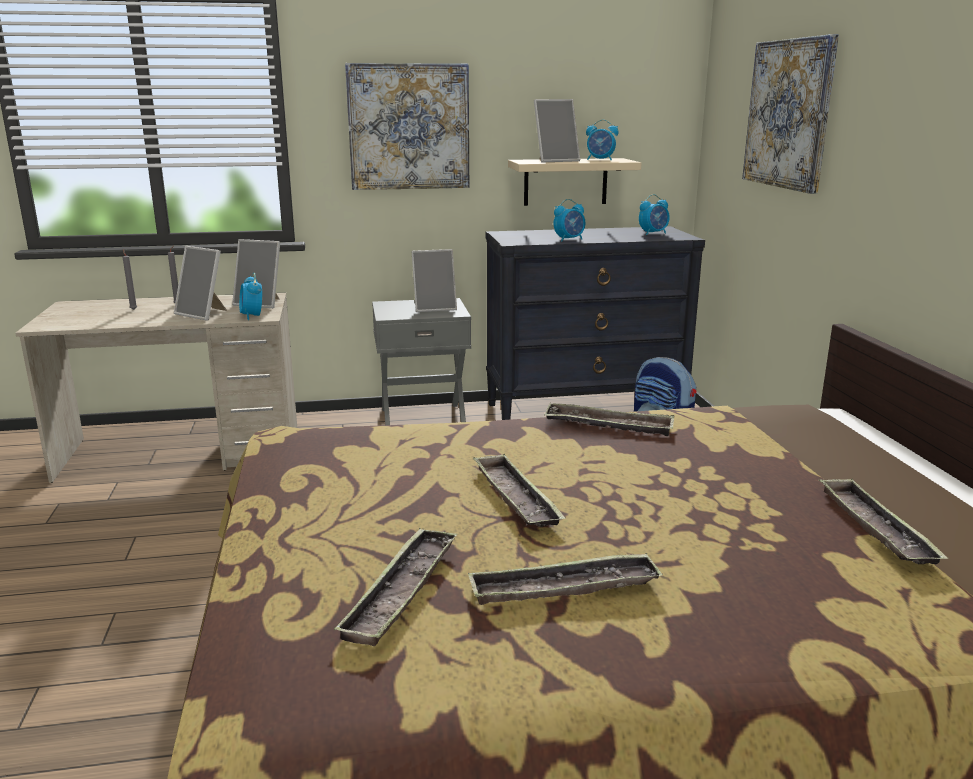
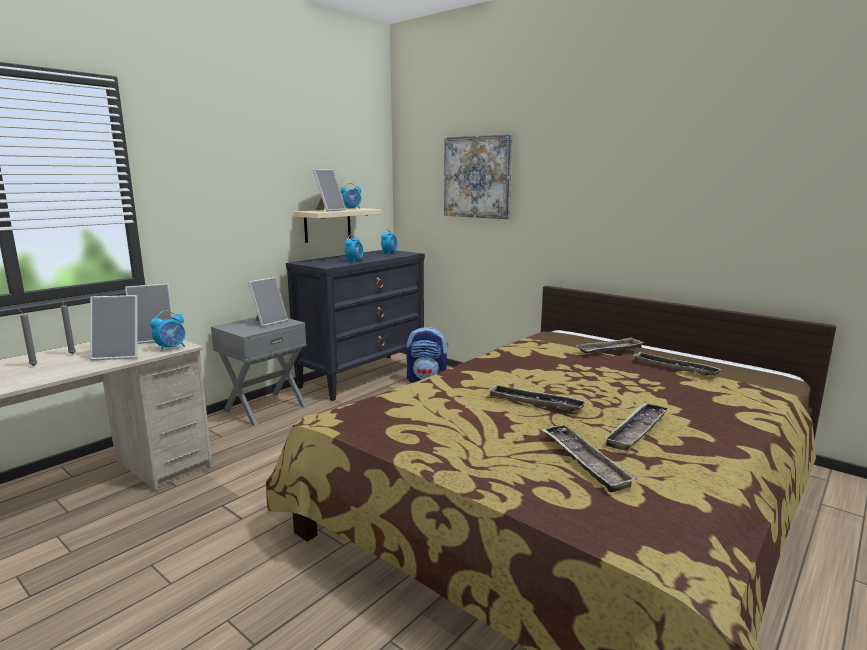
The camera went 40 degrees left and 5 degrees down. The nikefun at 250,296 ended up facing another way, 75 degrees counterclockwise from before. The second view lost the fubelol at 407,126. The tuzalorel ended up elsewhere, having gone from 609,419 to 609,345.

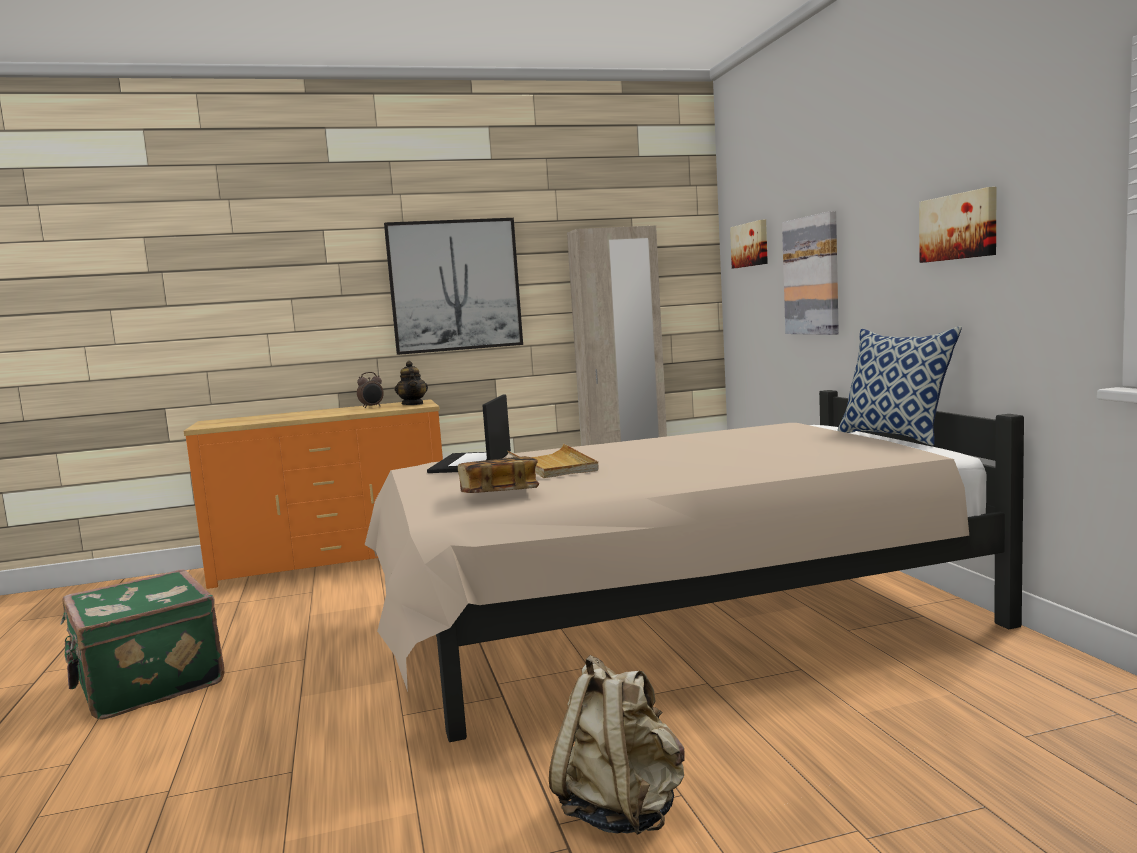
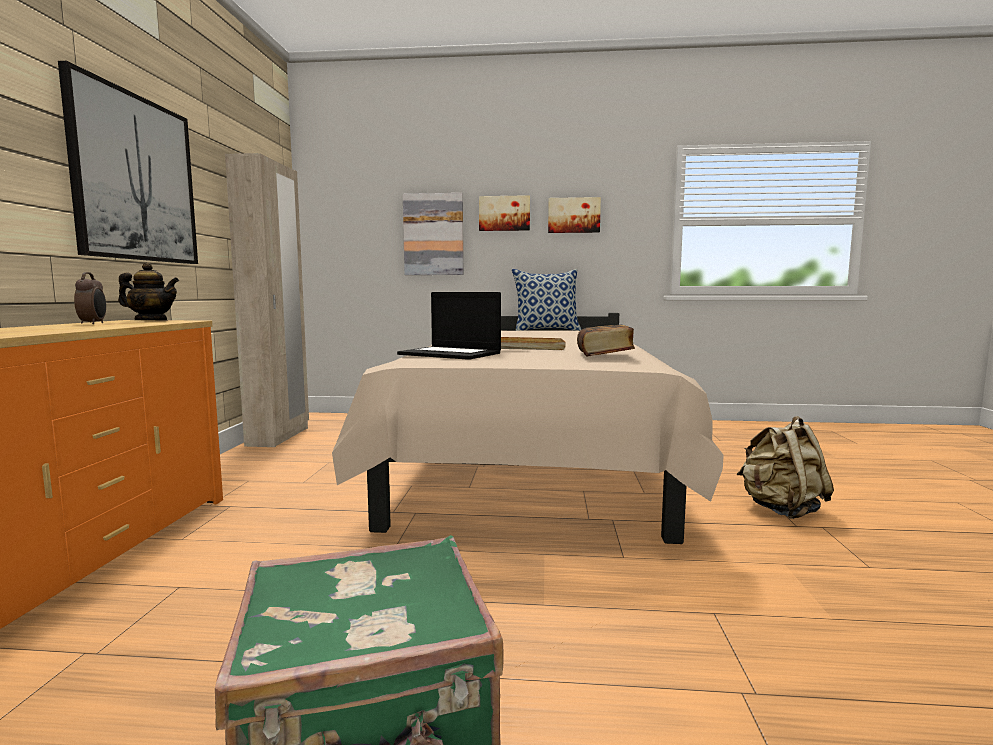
The camera went 70 degrees left and 0 degrees up. The fubelol ended up elsewhere, having gone from 749,244 to 504,213.

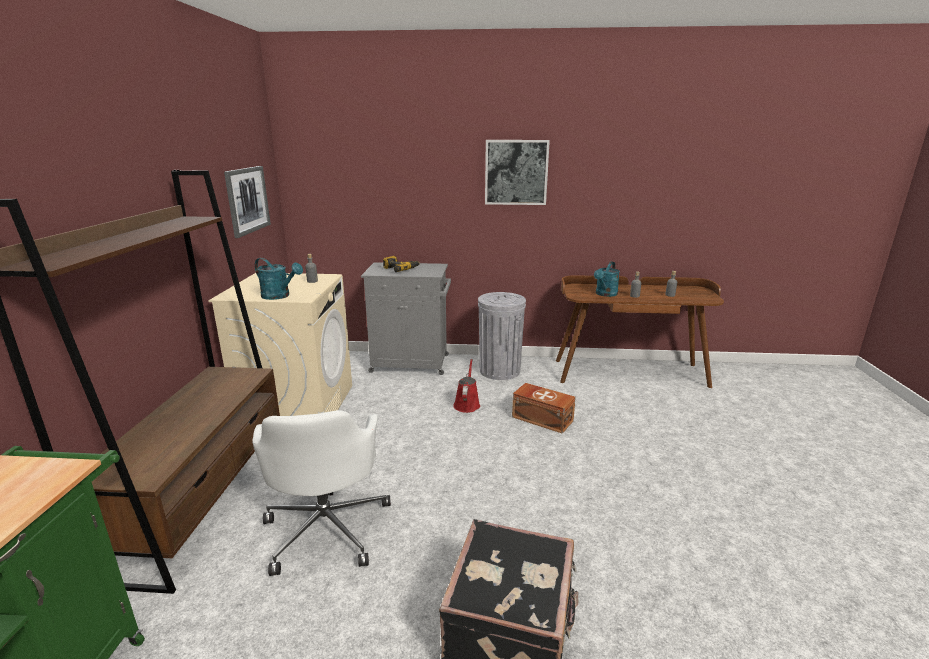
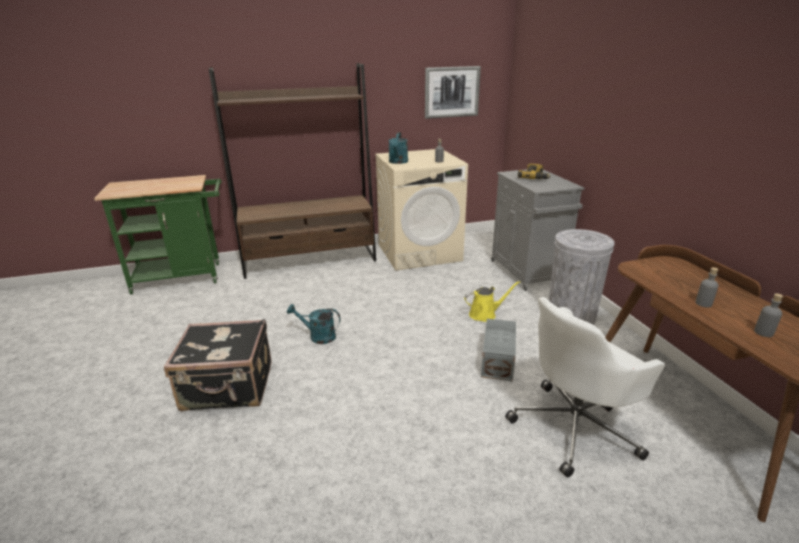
The camera went 70 degrees right and 5 degrees up. The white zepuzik ended up elsewhere, having gone from 321,493 to 585,387. What was the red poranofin at 466,386 turned into the yellow poranofin at 492,301. The second view lost the fubelol at 517,172. What was the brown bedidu at 544,408 turned into the grey bedidu at 498,350. The turquoise poranofin ended up elsewhere, having gone from 607,279 to 314,324.

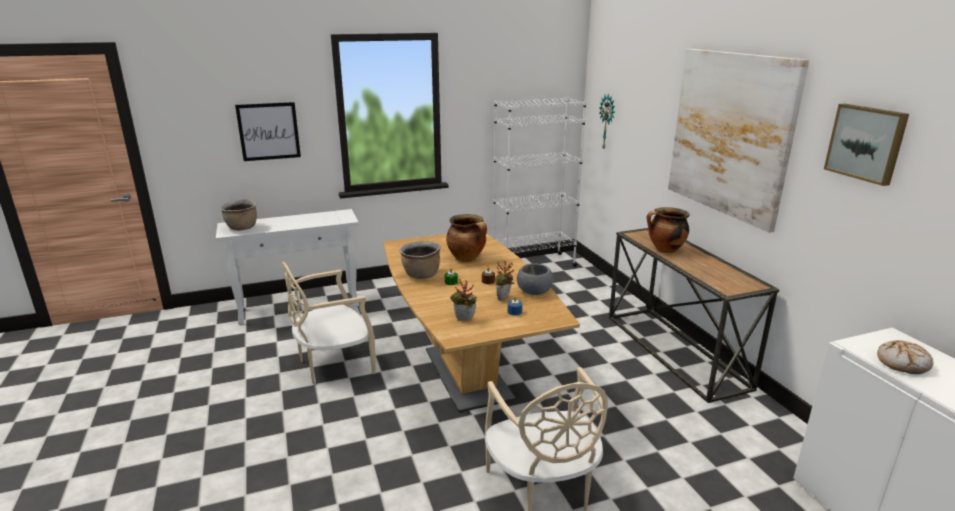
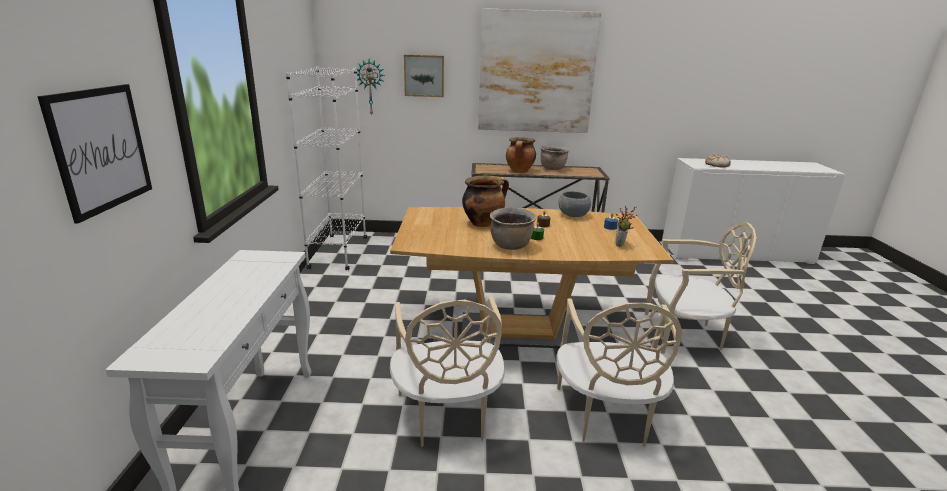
The camera went 70 degrees left and 0 degrees up. The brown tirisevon ended up elsewhere, having gone from 238,215 to 555,157. The second view lost the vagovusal at 505,281. The fubelol ended up elsewhere, having gone from 866,145 to 424,76. The second view gained the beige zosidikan at 619,373.

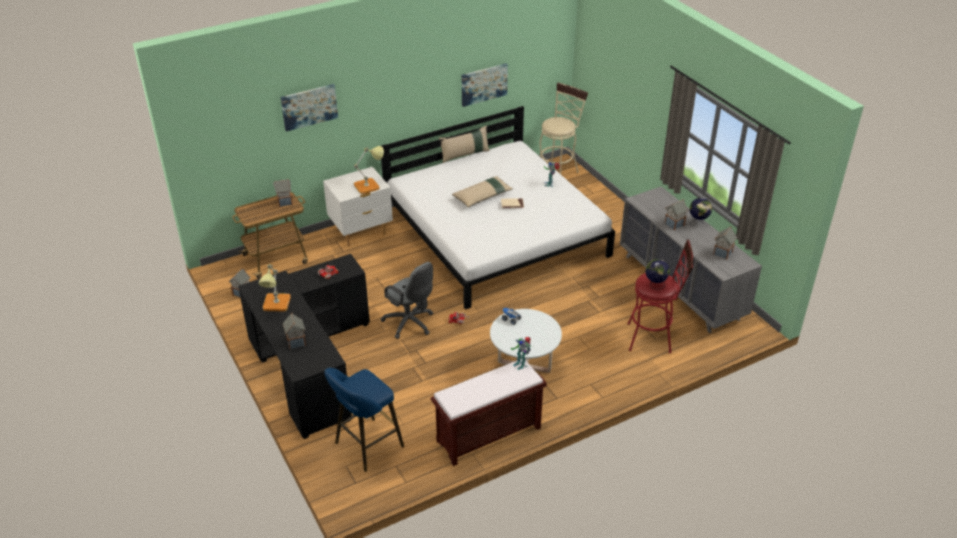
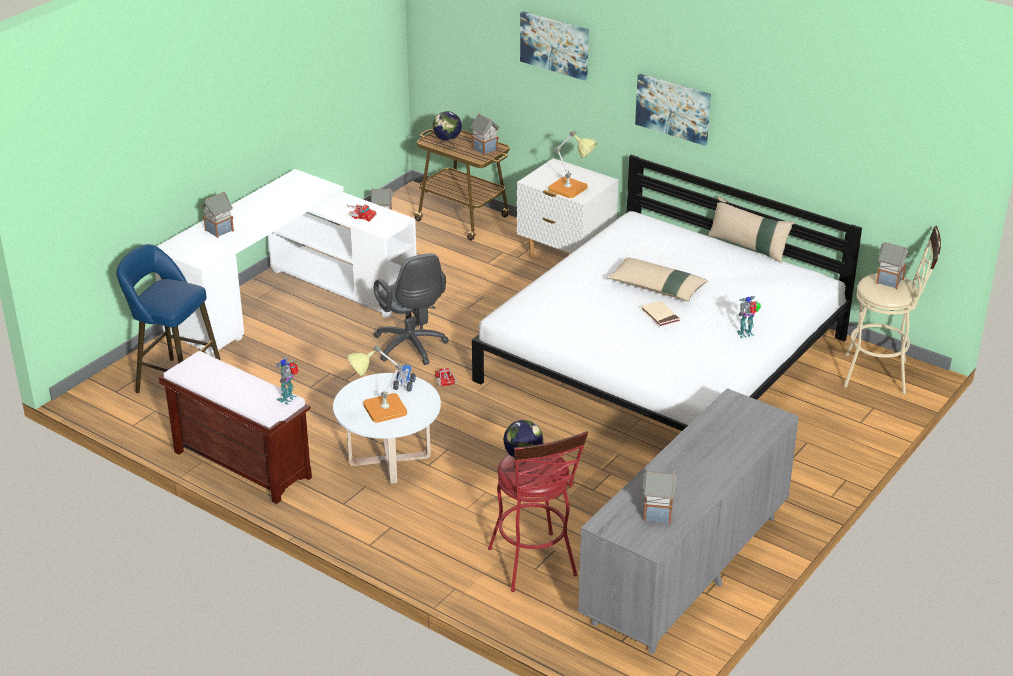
The camera went 65 degrees right and 5 degrees down. What was the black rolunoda at 304,346 turned into the white rolunoda at 286,263. The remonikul ended up elsewhere, having gone from 275,287 to 376,384. The grey zepuzik at 407,300 ended up facing another way, 45 degrees counterclockwise from before. The fubelol ended up elsewhere, having gone from 485,85 to 673,110. The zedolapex ended up elsewhere, having gone from 676,214 to 892,265. The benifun ended up elsewhere, having gone from 700,212 to 447,129.

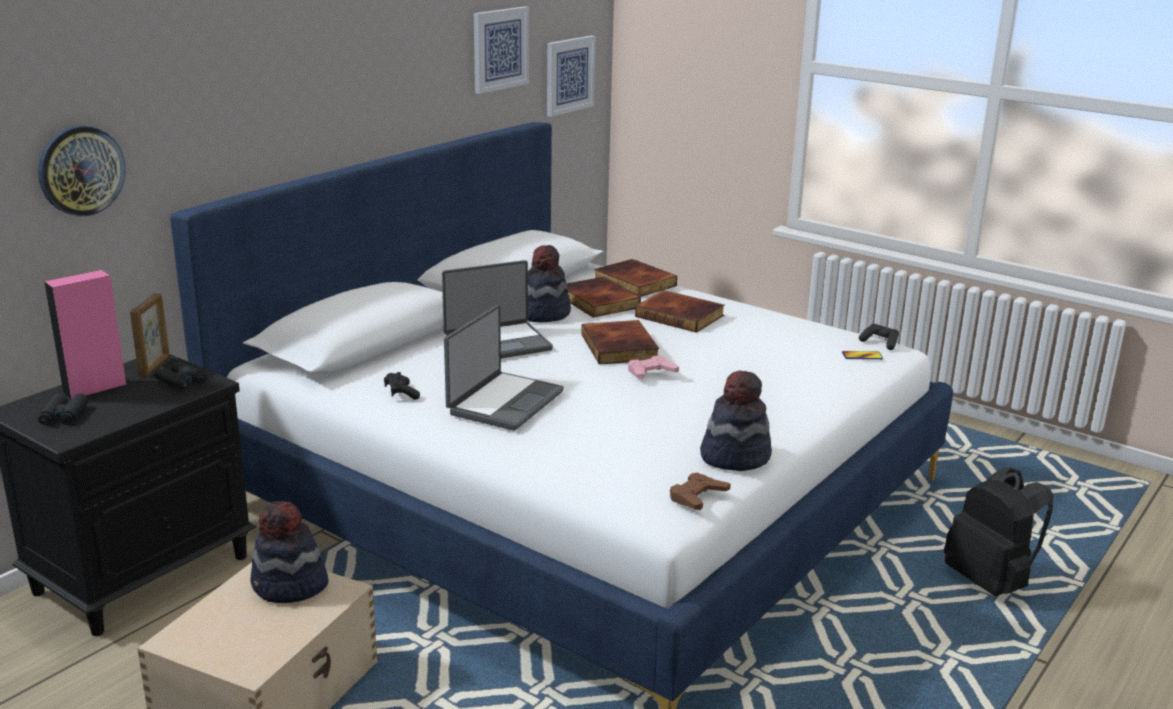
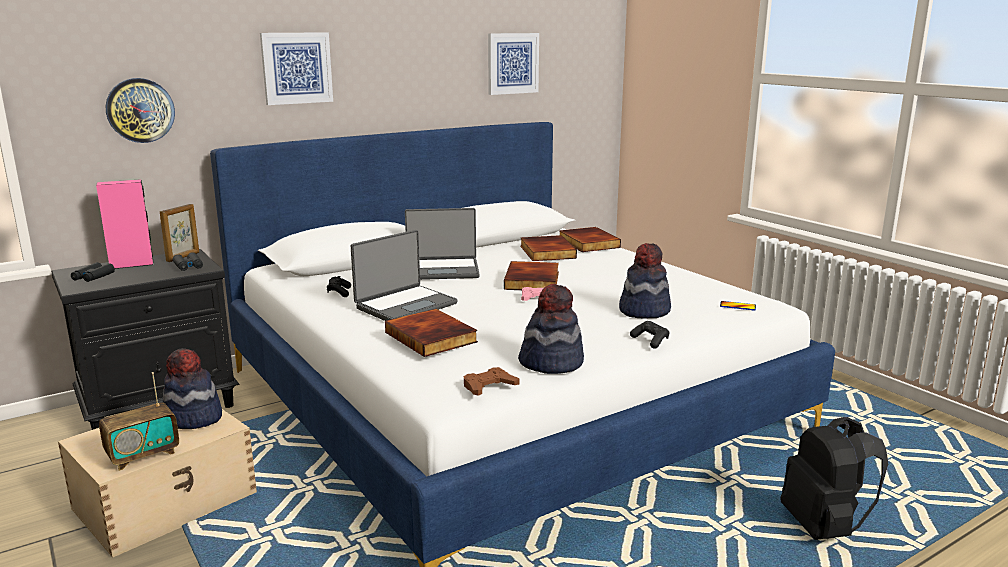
The camera went 20 degrees right and 5 degrees down. The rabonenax ended up elsewhere, having gone from 549,283 to 645,280. The fubelol ended up elsewhere, having gone from 571,76 to 296,68. The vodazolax ended up elsewhere, having gone from 680,311 to 431,333. The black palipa ended up elsewhere, having gone from 879,337 to 649,335. The second view gained the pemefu at 139,421.

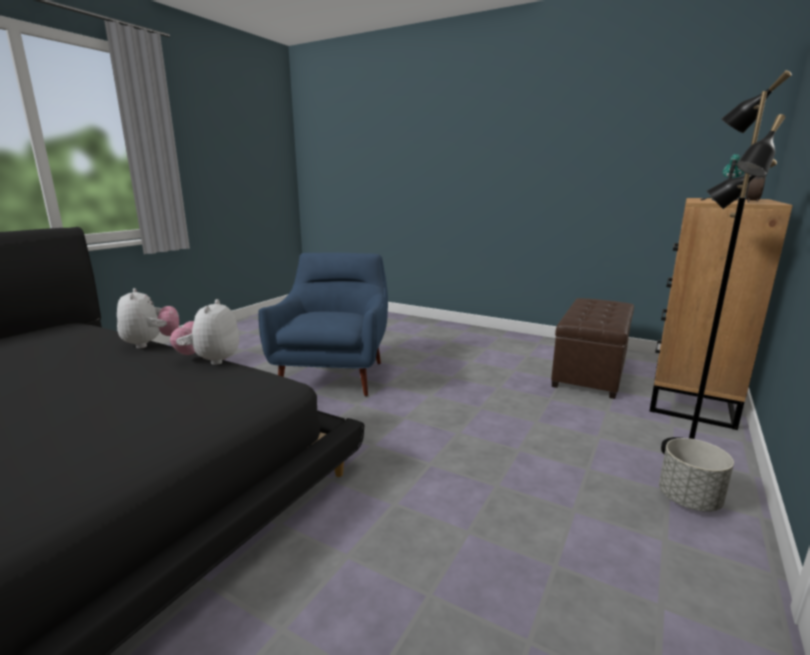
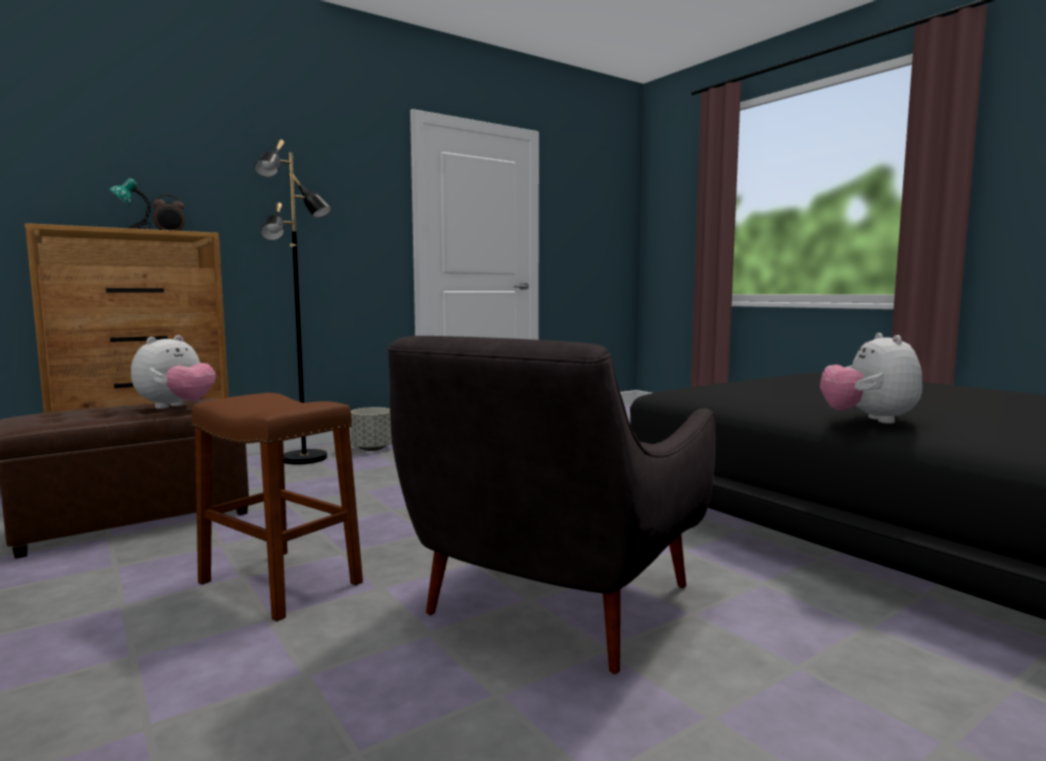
The camera went 155 degrees left and 10 degrees down. The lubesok ended up elsewhere, having gone from 204,332 to 173,372. What was the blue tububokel at 323,324 turned into the grey tububokel at 552,505. The second view gained the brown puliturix at 277,507.

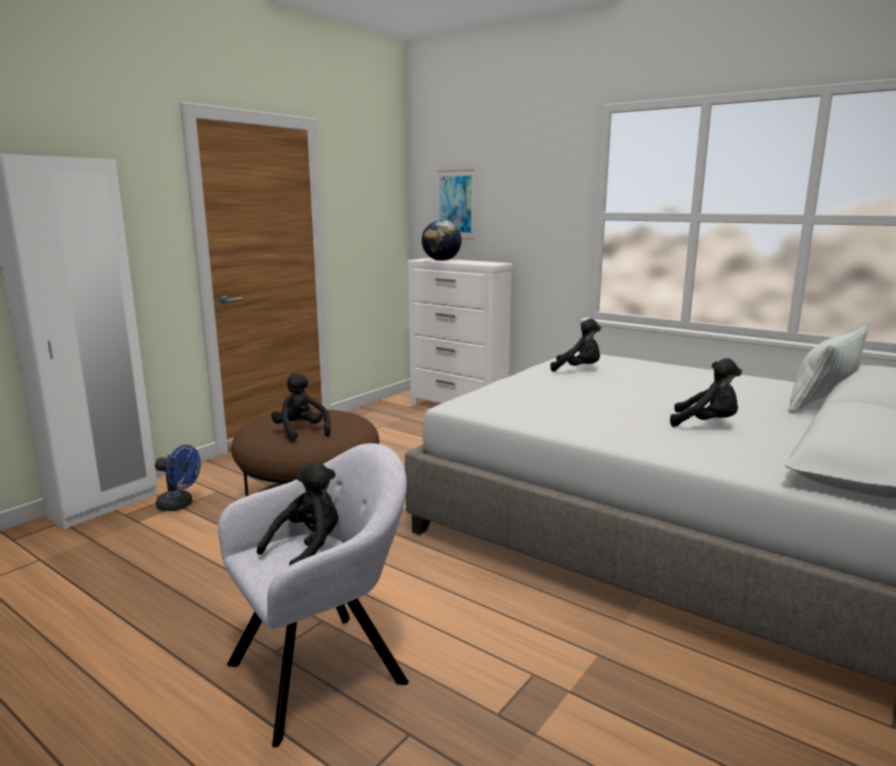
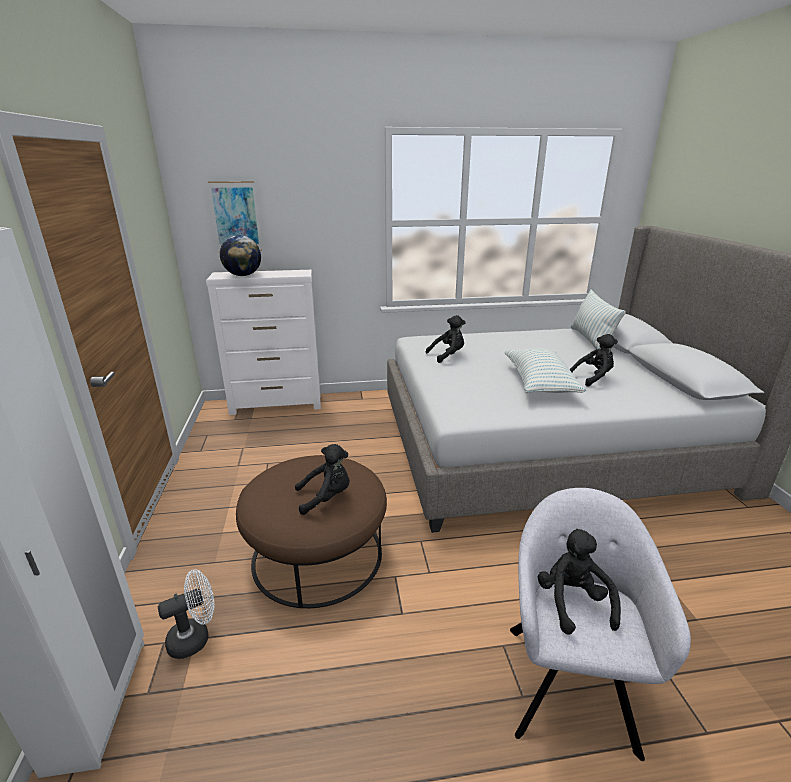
The camera went 45 degrees left and 10 degrees up. What was the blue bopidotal at 178,478 turned into the white bopidotal at 186,614. The black lubesok at 301,407 ended up facing another way, 150 degrees clockwise from before. The second view gained the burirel at 545,370.

